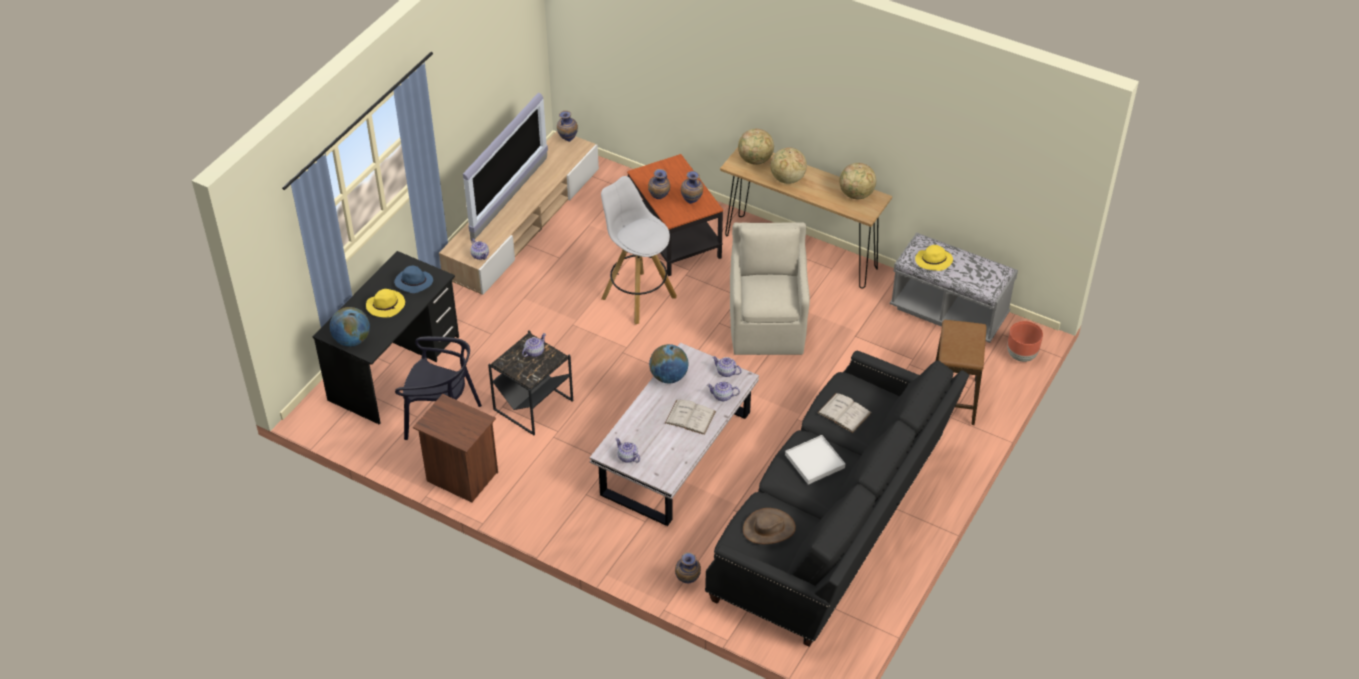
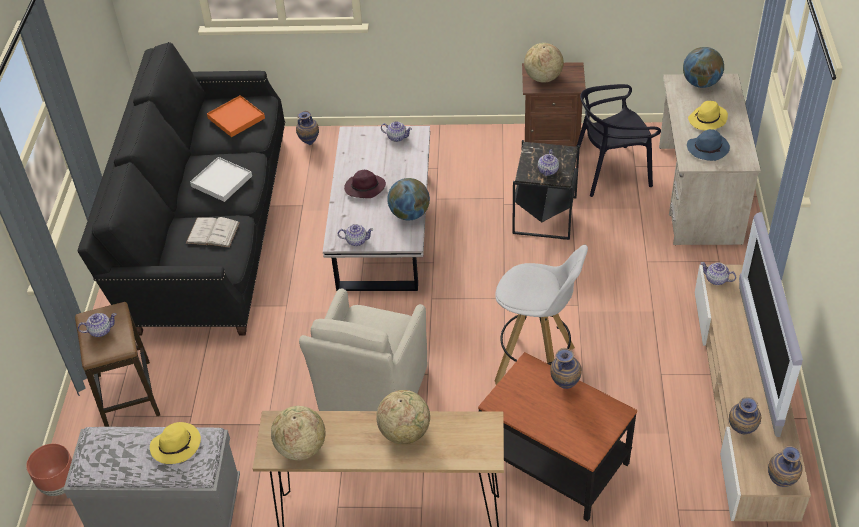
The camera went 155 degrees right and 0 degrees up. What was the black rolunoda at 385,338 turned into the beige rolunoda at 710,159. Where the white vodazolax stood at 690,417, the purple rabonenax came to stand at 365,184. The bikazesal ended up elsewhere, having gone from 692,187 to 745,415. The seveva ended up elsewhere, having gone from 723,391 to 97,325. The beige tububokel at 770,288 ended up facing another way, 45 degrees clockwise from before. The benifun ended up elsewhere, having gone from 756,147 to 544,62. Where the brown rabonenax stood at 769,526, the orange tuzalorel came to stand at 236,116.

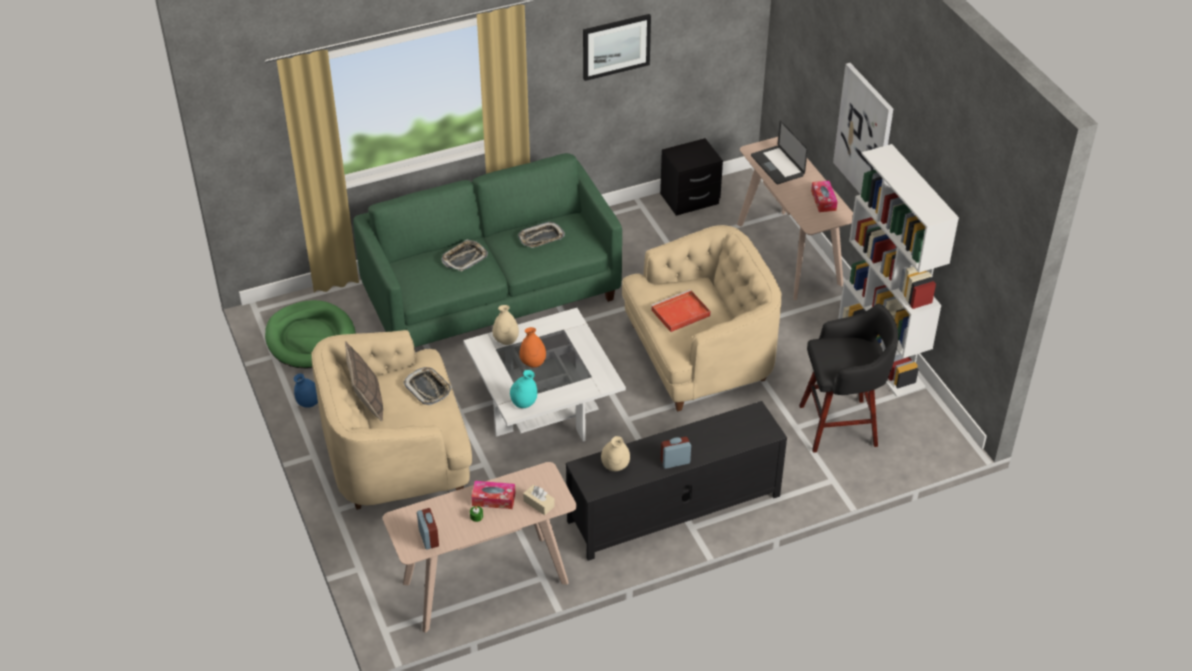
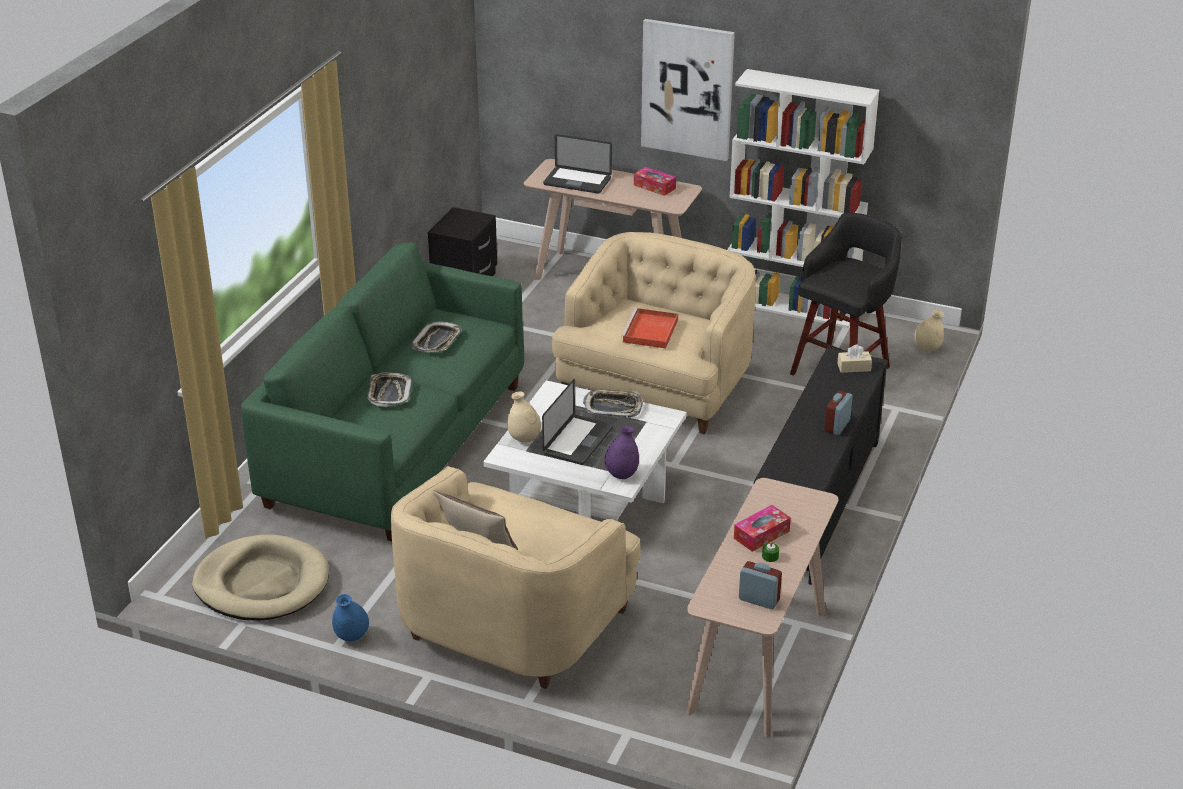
The camera went 45 degrees left and 10 degrees down. What was the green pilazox at 310,334 turned into the beige pilazox at 260,578. The tuzalorel ended up elsewhere, having gone from 427,386 to 613,403. What was the turquoise bikazesal at 523,389 turned into the purple bikazesal at 621,452. Where the orange bikazesal stood at 532,347, the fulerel came to stand at 577,422. The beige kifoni ended up elsewhere, having gone from 539,500 to 854,359. The second view lost the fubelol at 617,47. The beige bikazesal ended up elsewhere, having gone from 615,453 to 929,331.

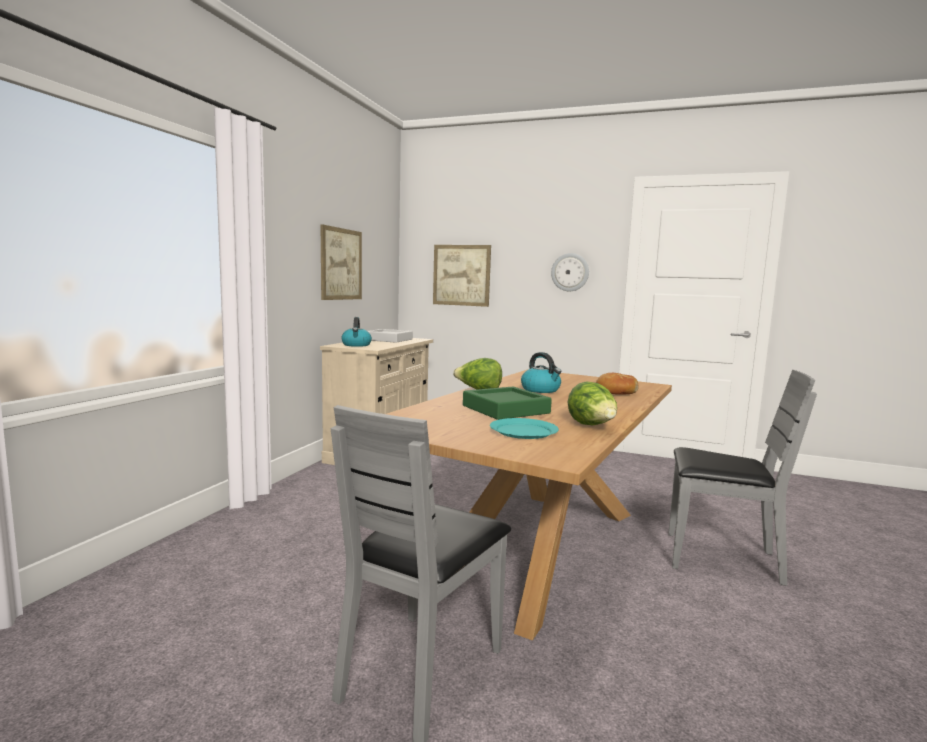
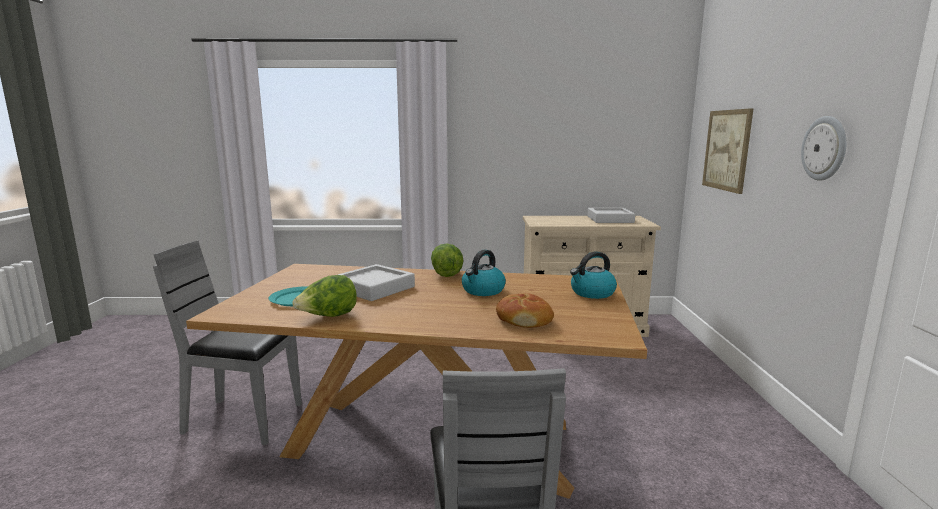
The camera went 70 degrees right and 5 degrees up. The second view lost the fubelol at 341,262. The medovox ended up elsewhere, having gone from 356,332 to 593,275. What was the green tuzalorel at 507,403 turned into the grey tuzalorel at 376,282.

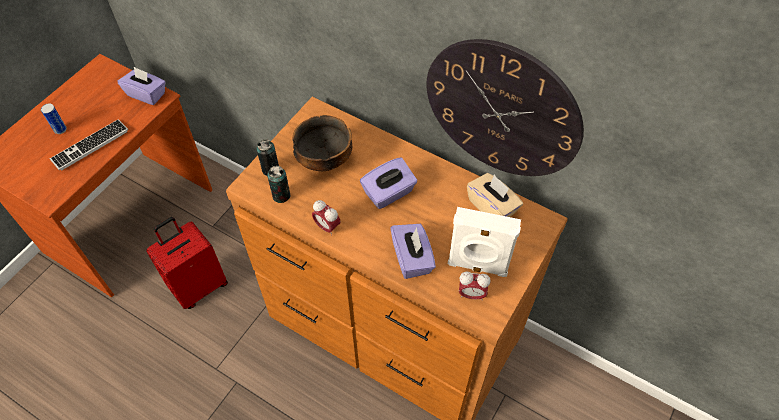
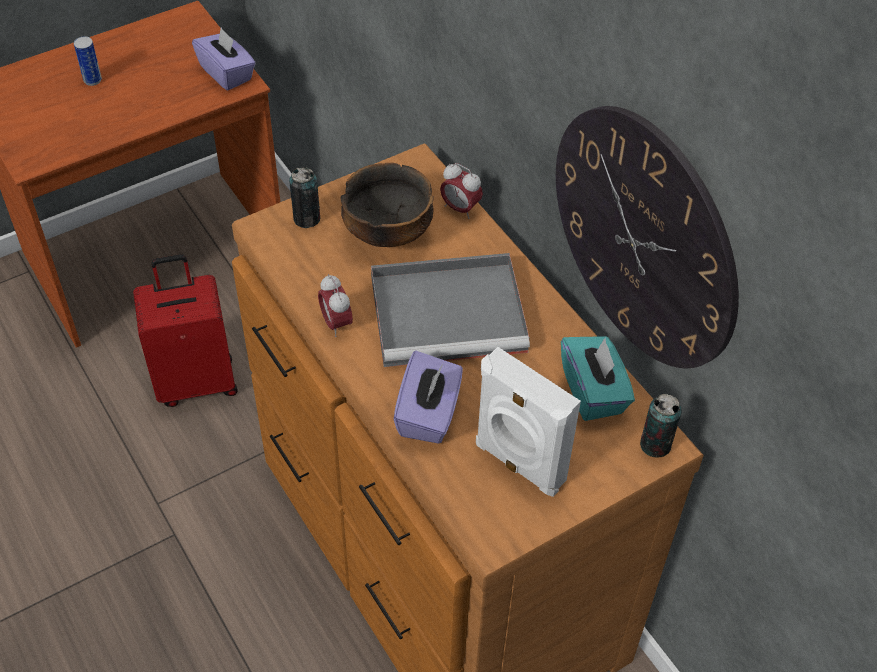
The camera went 25 degrees right and 5 degrees down. The second view lost the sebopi at 89,145. The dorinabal ended up elsewhere, having gone from 278,184 to 661,426. Where the purple kifoni stood at 388,183, the grey tuzalorel came to stand at 450,310. The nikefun ended up elsewhere, having gone from 474,286 to 461,191. What was the beige kifoni at 495,195 turned into the turquoise kifoni at 598,378.

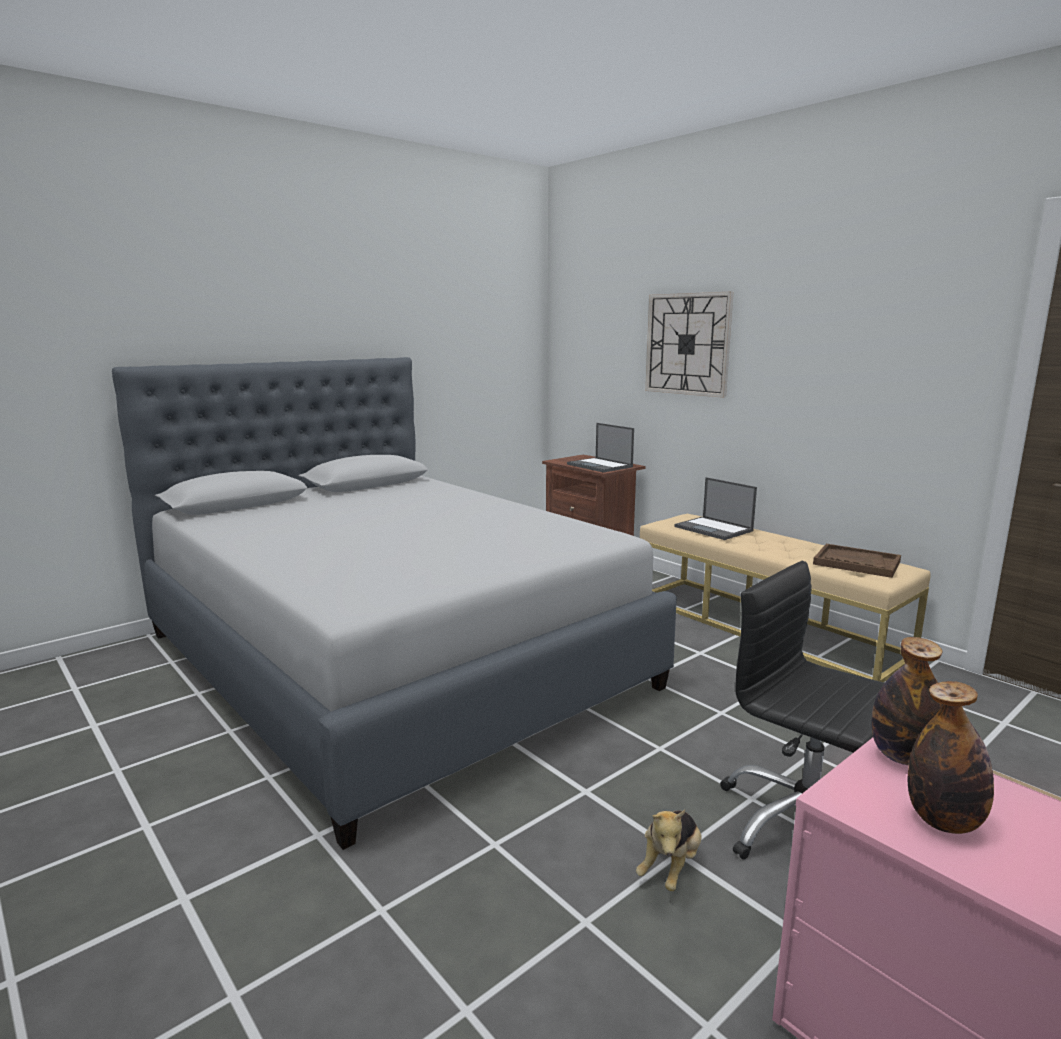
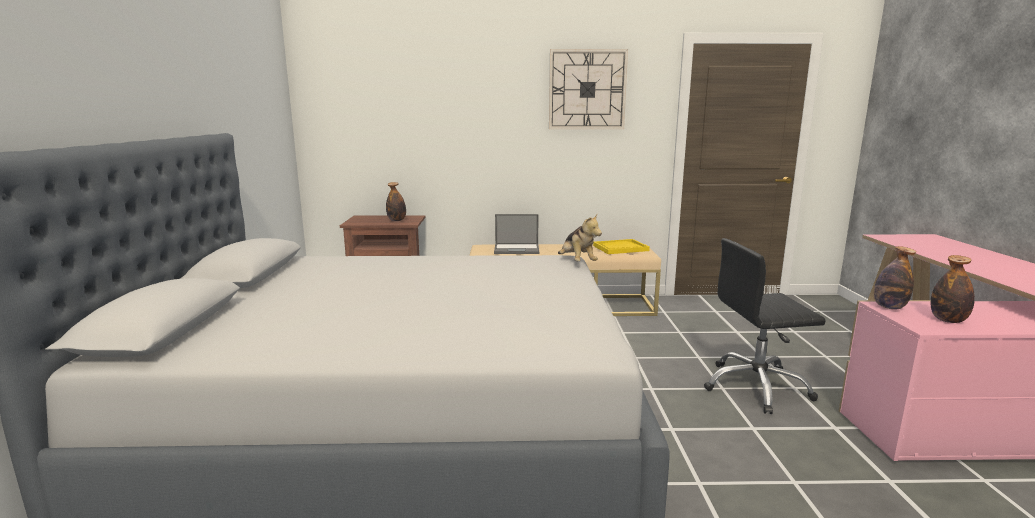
The camera went 50 degrees left and 0 degrees up. Where the fulerel stood at 600,448, the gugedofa came to stand at 396,201. The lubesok ended up elsewhere, having gone from 668,850 to 580,237. The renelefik ended up elsewhere, having gone from 689,345 to 588,89. What was the brown tuzalorel at 857,561 turned into the yellow tuzalorel at 621,246.

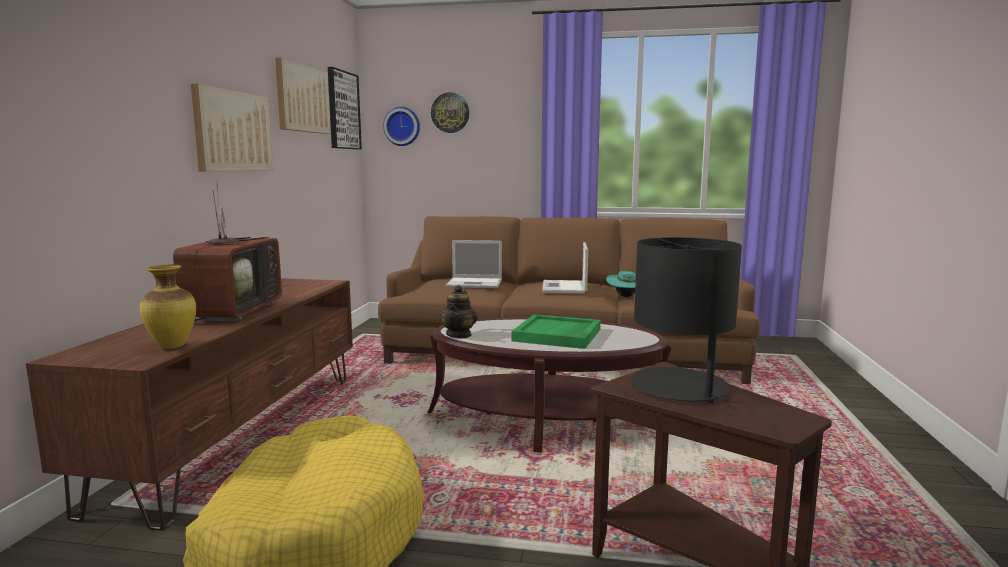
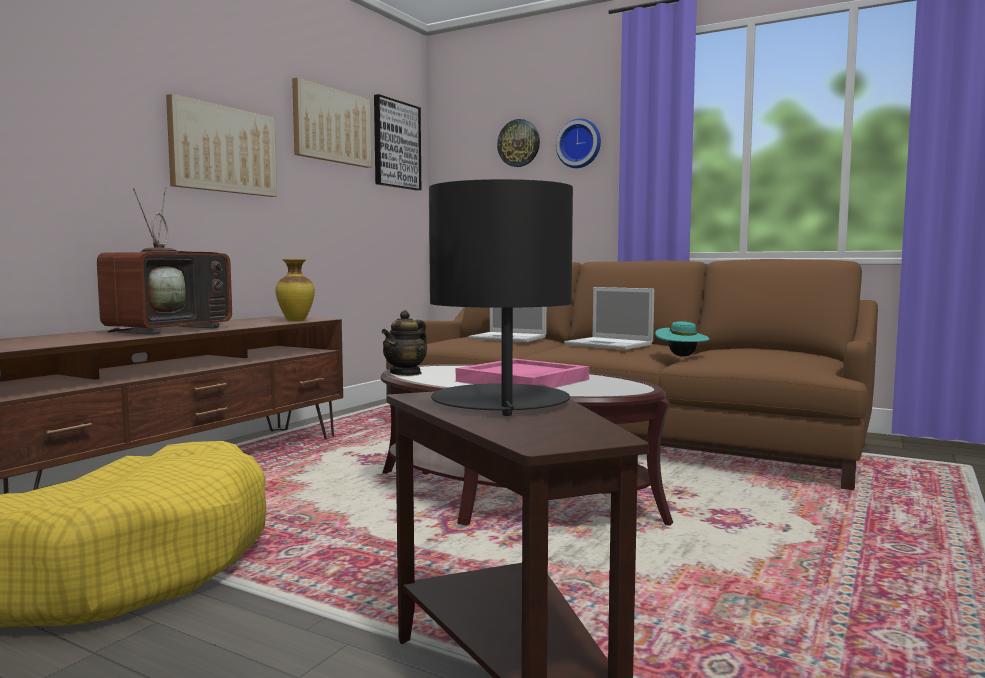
The camera went 20 degrees right and 5 degrees down. The bikazesal ended up elsewhere, having gone from 168,307 to 295,290. The renelefik ended up elsewhere, having gone from 401,126 to 578,143. What was the green tuzalorel at 556,331 turned into the pink tuzalorel at 522,373. The fulerel at 565,267 ended up facing another way, 75 degrees counterclockwise from before.

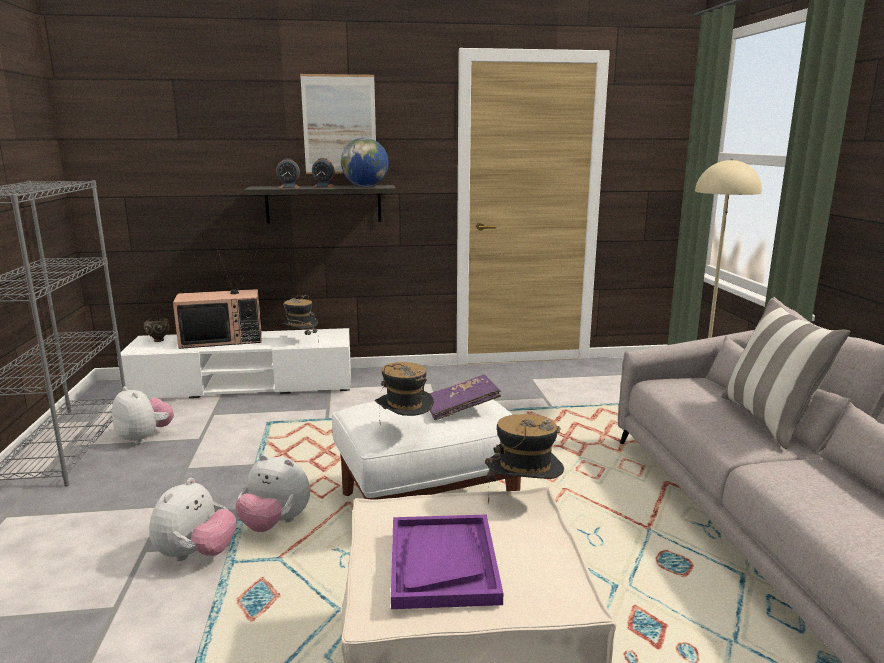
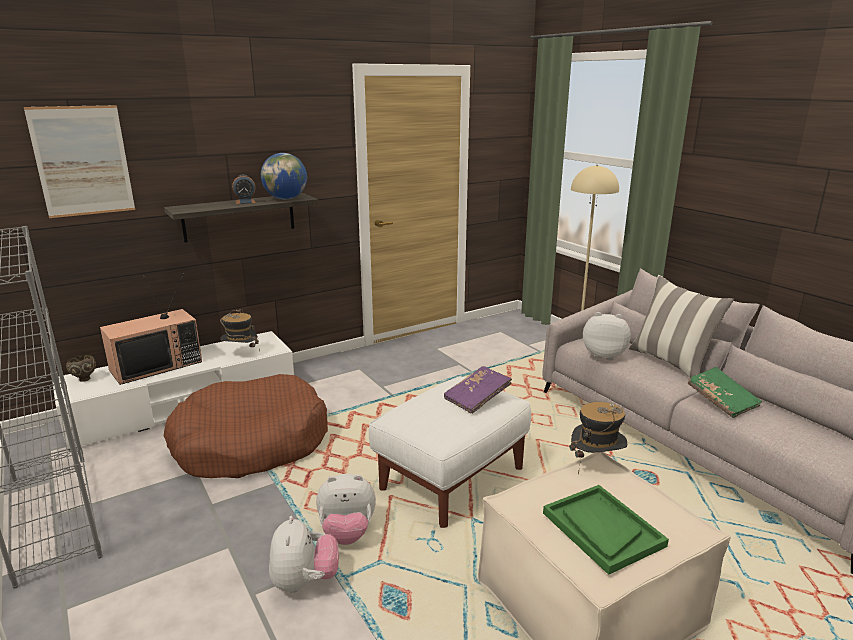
The camera went 25 degrees left and 5 degrees up. The lubesok ended up elsewhere, having gone from 143,415 to 607,336. The second view lost the nikefun at 288,173. The fubelol ended up elsewhere, having gone from 338,124 to 79,161. The second view lost the rabonenax at 404,393. What was the purple tuzalorel at 447,562 turned into the green tuzalorel at 606,530. The second view gained the brown pilazox at 246,426. The second view gained the green vodazolax at 725,392.

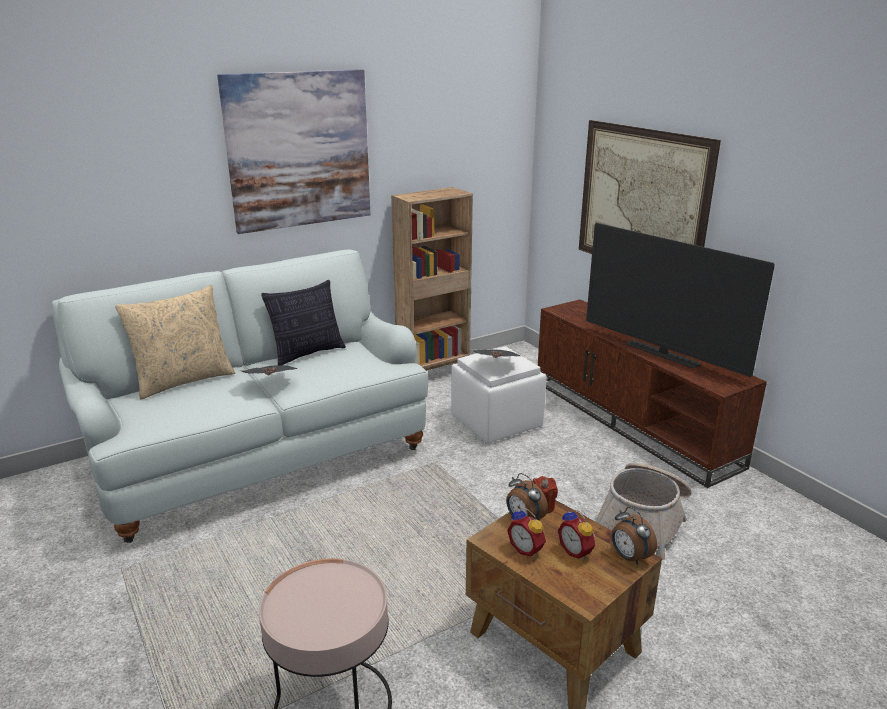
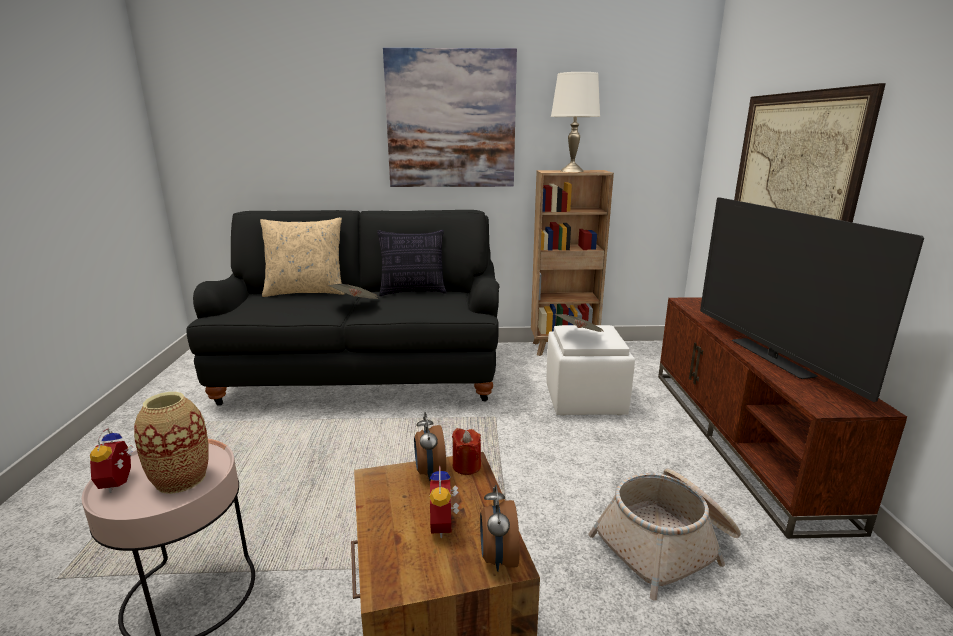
The camera went 30 degrees right and 5 degrees down. What was the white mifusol at 240,396 turned into the black mifusol at 342,308. The nikefun ended up elsewhere, having gone from 526,532 to 112,460. The second view gained the bikazesal at 171,443. The second view gained the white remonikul at 575,122.

